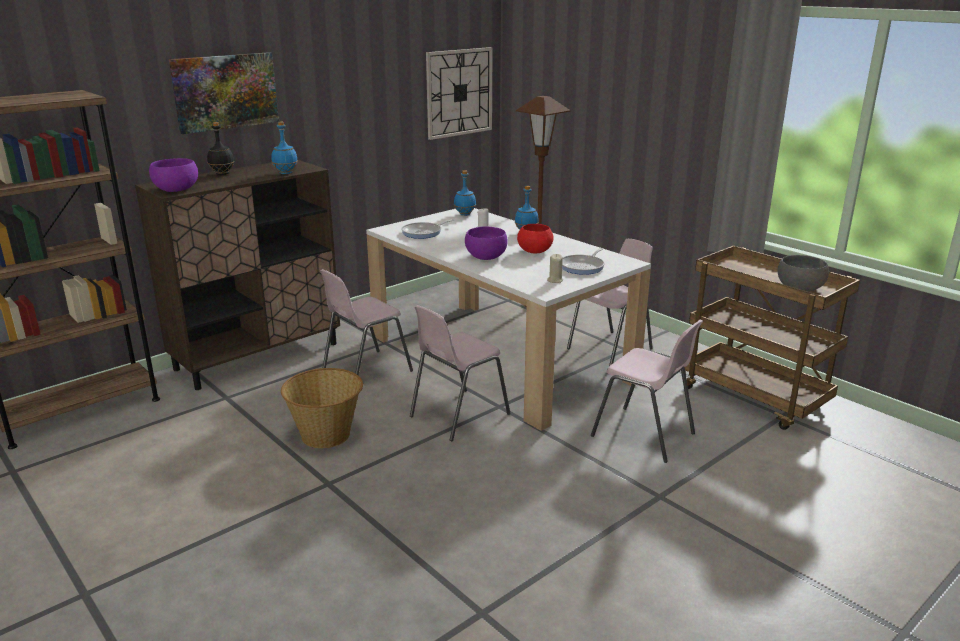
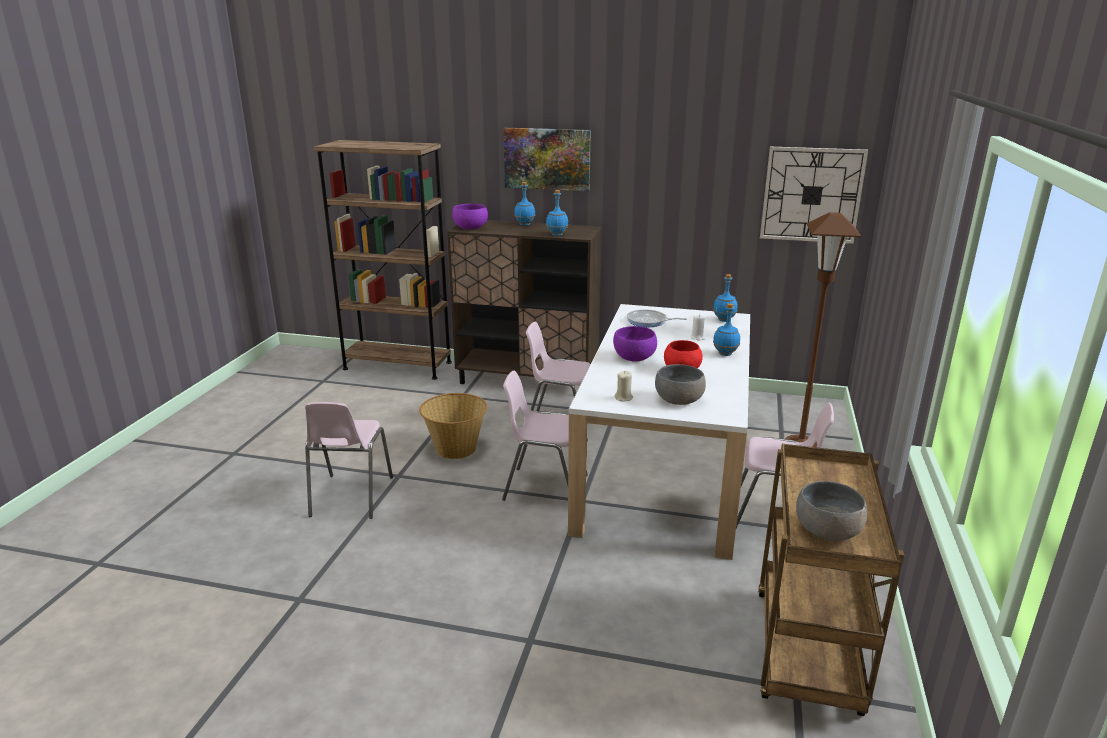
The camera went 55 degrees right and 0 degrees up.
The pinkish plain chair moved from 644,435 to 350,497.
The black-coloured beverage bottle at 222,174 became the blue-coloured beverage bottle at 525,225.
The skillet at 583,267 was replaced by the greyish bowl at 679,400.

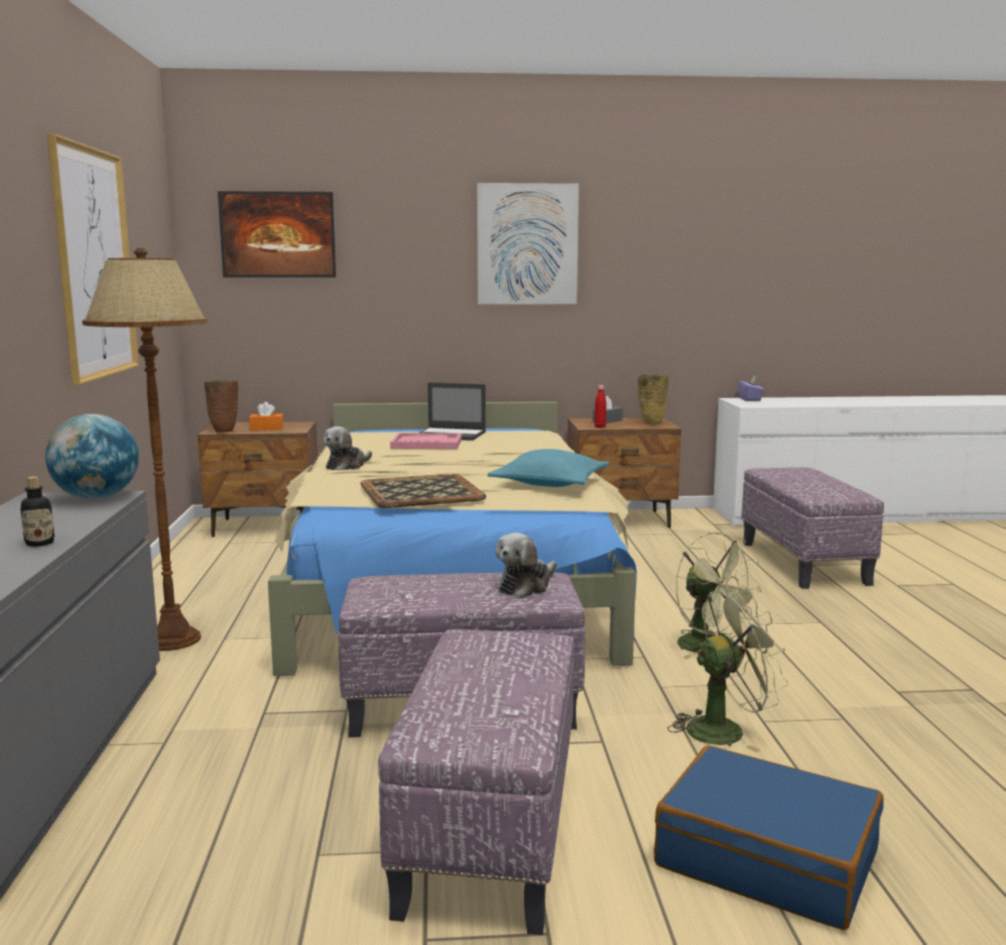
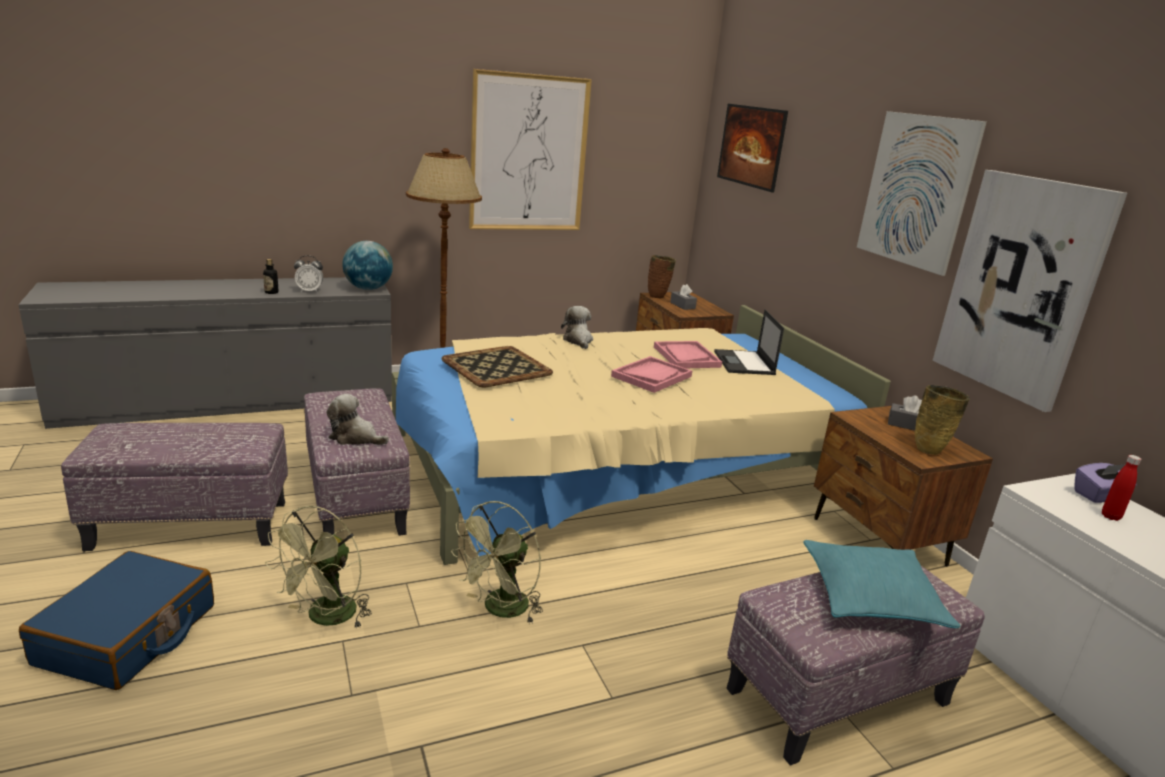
The camera went 70 degrees right and 10 degrees up.
The green-coloured electric fan at 725,729 turned 60 degrees clockwise.
The table clock at 309,291 appeared.
The soft toy at 347,466 turned 60 degrees clockwise.
The pinkish tray at 651,376 appeared.
The orange-coloured tissue box at 266,428 became the greyish tissue box at 682,305.
The turquoise throw pillow moved from 550,484 to 871,597.
The wall picture at 1021,287 appeared.
The red beverage bottle moved from 600,427 to 1110,516.

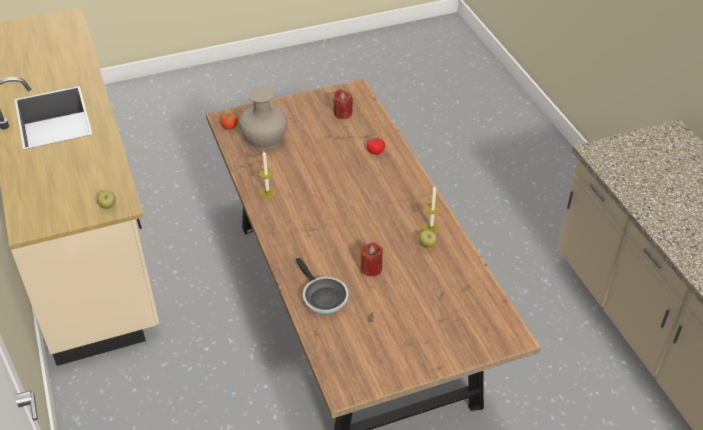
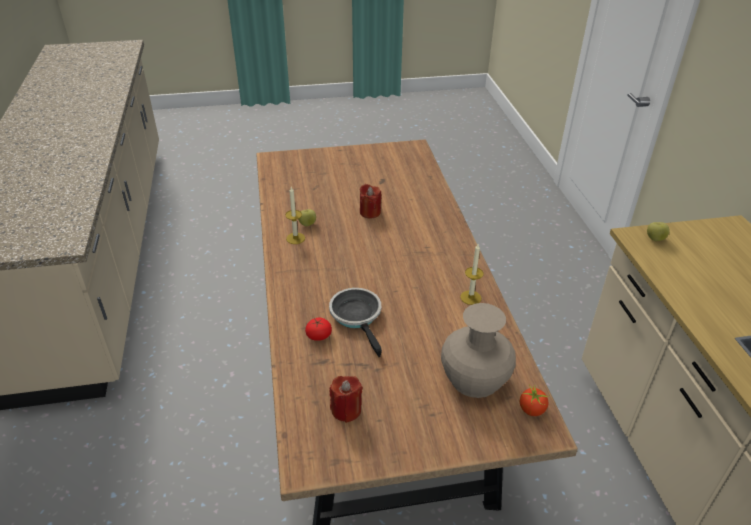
The camera went 170 degrees left and 5 degrees down.
The skillet moved from 322,297 to 357,317.

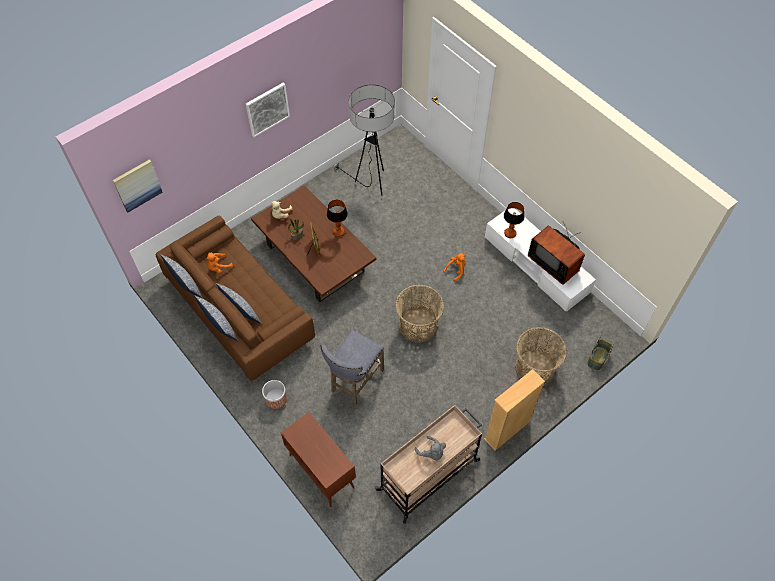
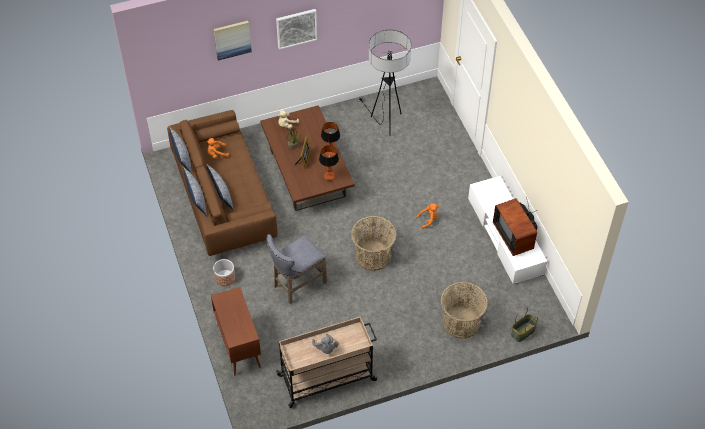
The camera went 20 degrees right and 5 degrees down.
The wall picture moved from 137,185 to 232,39.
The tabletop lamp moved from 510,233 to 329,177.
The sand-coloured bookshelf at 507,430 disappeared.

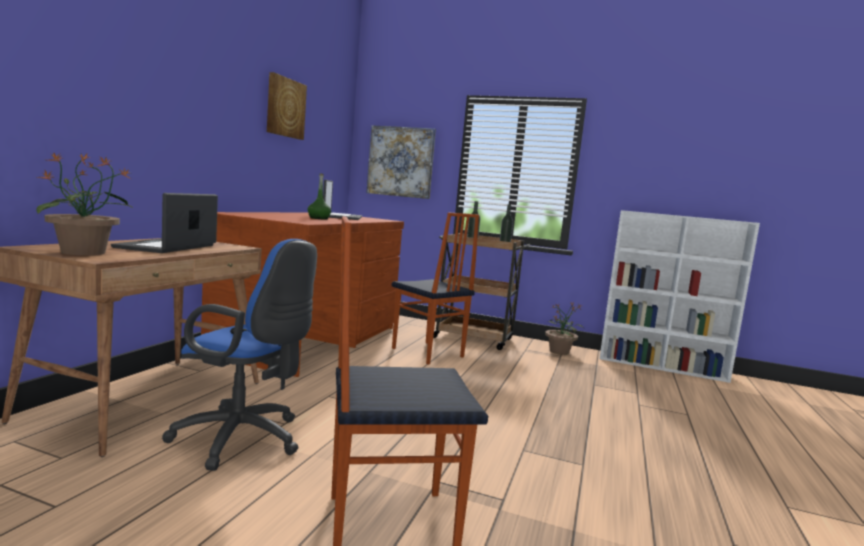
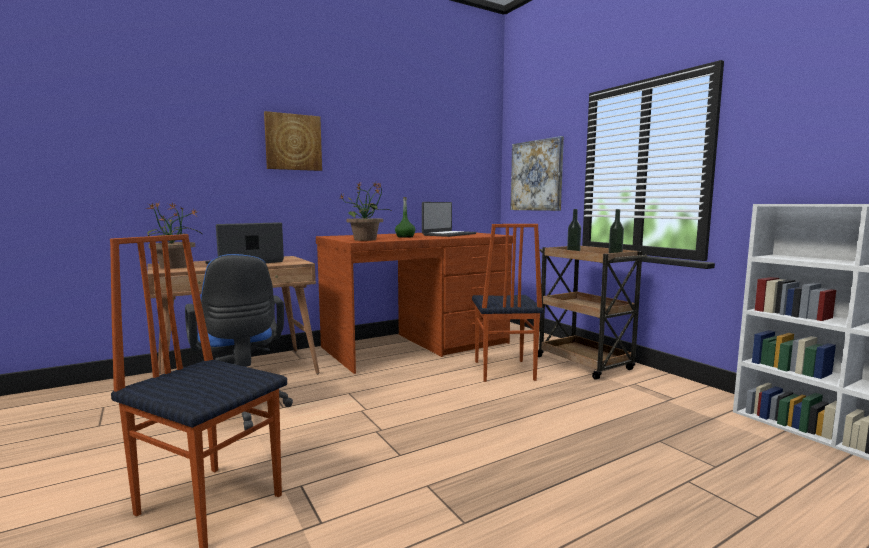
The camera went 40 degrees right and 0 degrees up.
The wall picture moved from 285,107 to 293,142.
The houseplant moved from 559,351 to 366,239.

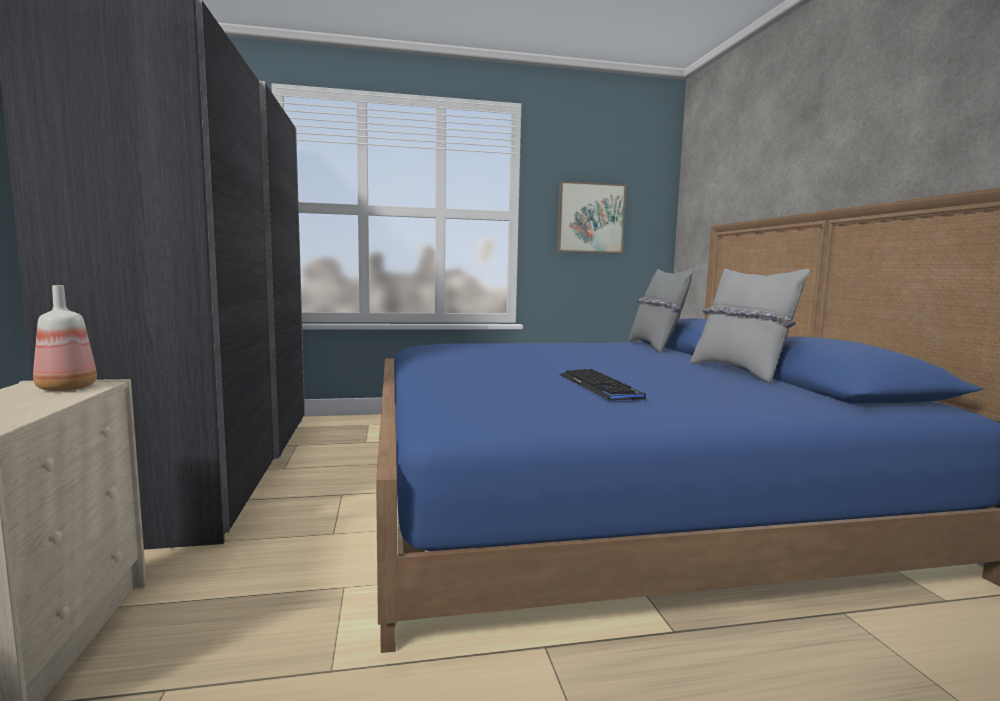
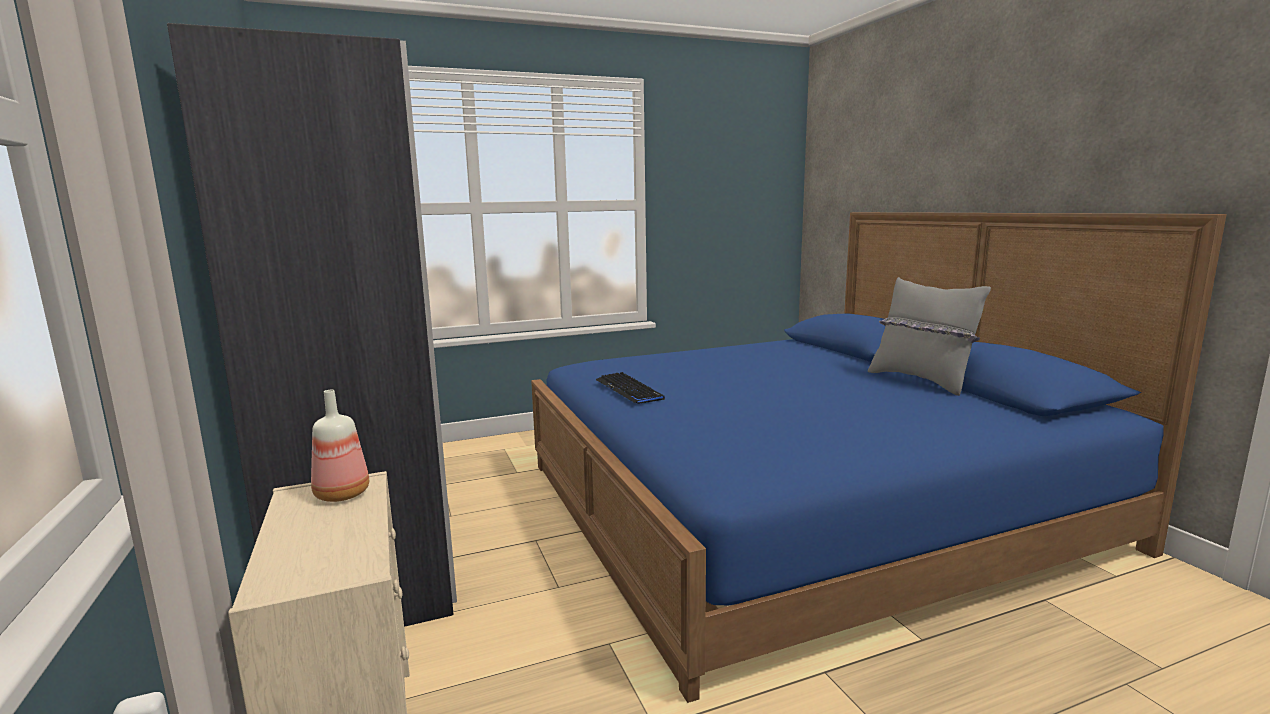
The camera went 10 degrees left and 5 degrees up.
The computer keyboard moved from 599,386 to 629,389.
The wall picture at 590,218 disappeared.
The greyish throw pillow at 656,346 disappeared.

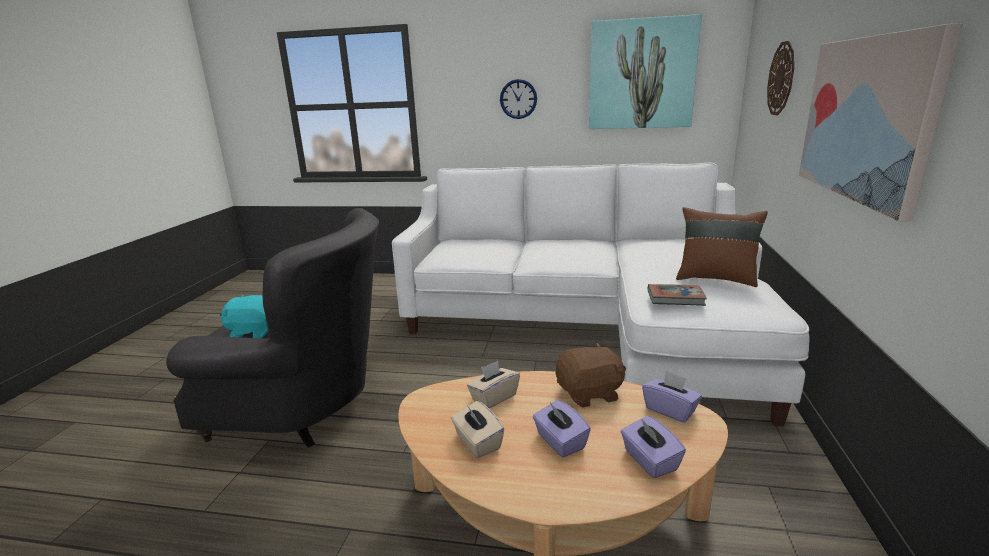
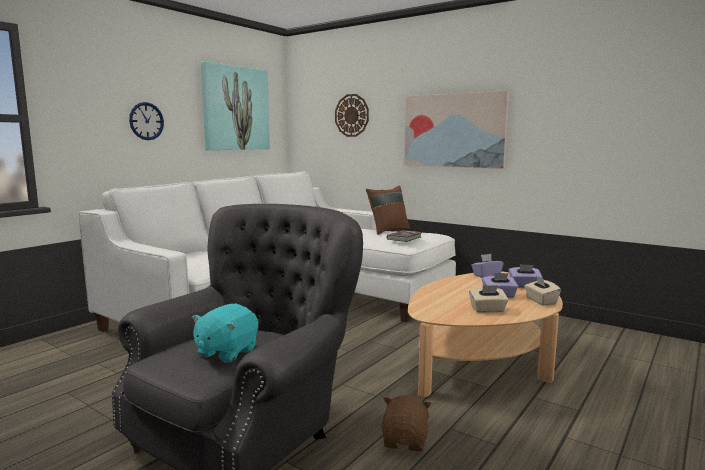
The camera went 65 degrees left and 10 degrees down.
The brown soft toy moved from 589,394 to 405,441.
The sand-coloured tissue box moved from 493,397 to 540,301.

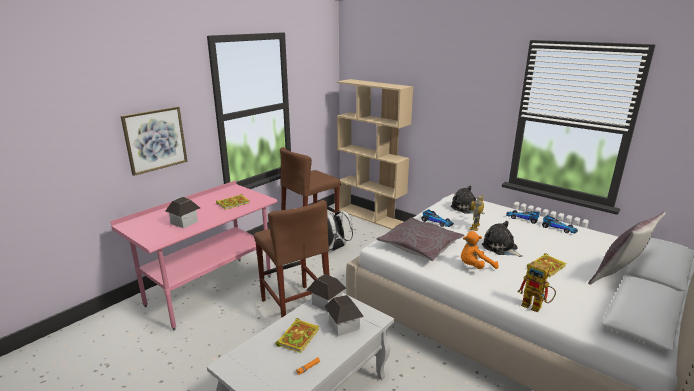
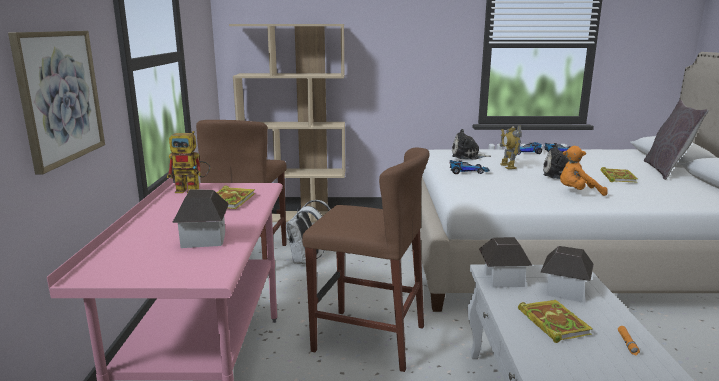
The camera went 40 degrees left and 5 degrees down.
The toy robot moved from 536,307 to 193,190.
The orange-coloured soft toy at 474,266 turned 60 degrees clockwise.
The greyish throw pillow at 420,246 disappeared.

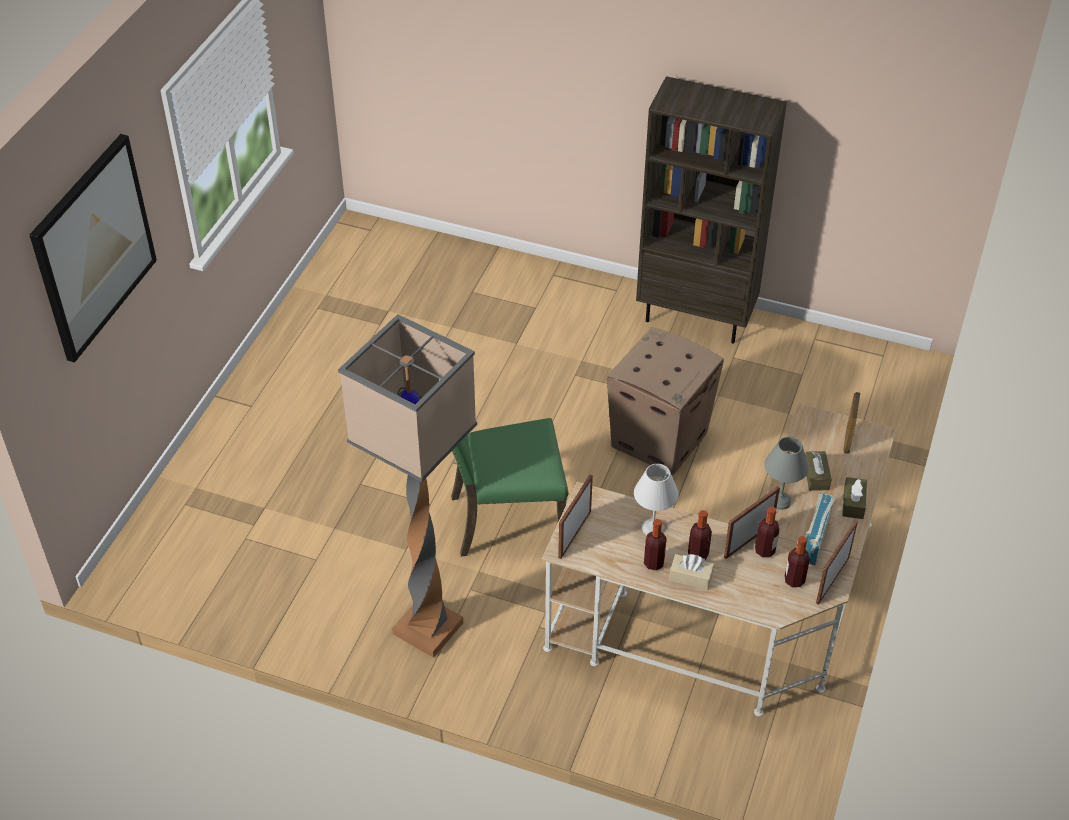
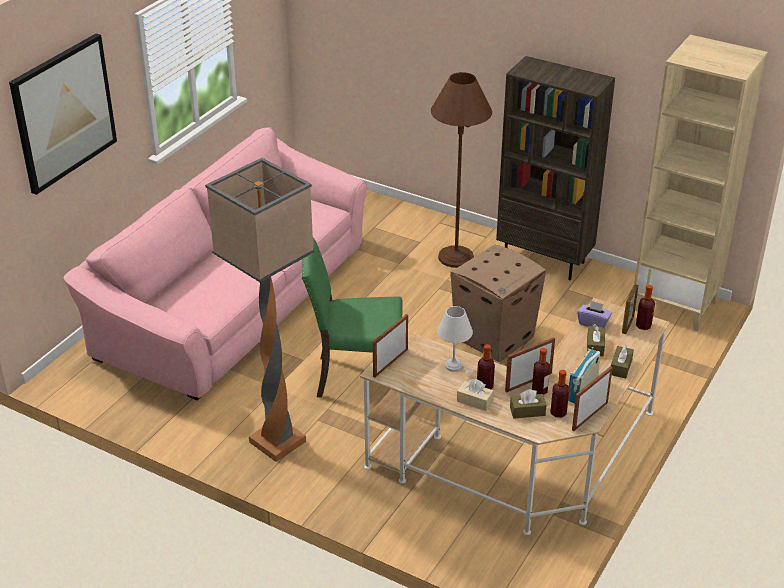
The camera went 10 degrees right and 10 degrees down.
The pinkish sofa at 234,302 appeared.
The brown floor lamp at 455,257 appeared.
The brown tissue box at 527,411 appeared.
The purple-coloured tissue box at 593,323 appeared.
The sand-coloured bookshelf at 675,306 appeared.
The beverage bottle moved from 653,563 to 643,326.
The greyish tabletop lamp at 780,502 disappeared.

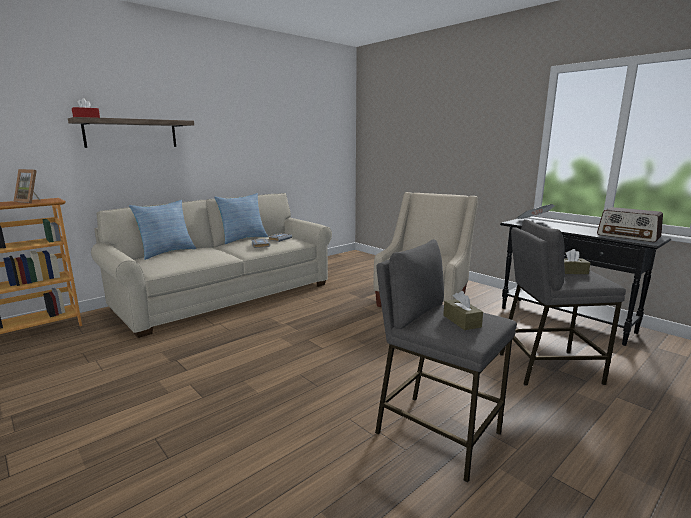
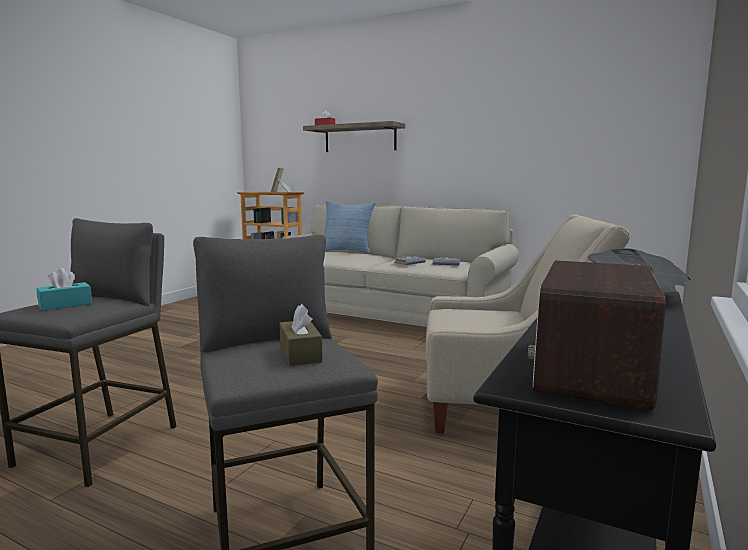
The camera went 70 degrees right and 5 degrees down.
The brown tissue box at 461,321 became the turquoise tissue box at 65,305.
The throw pillow at 243,239 disappeared.

